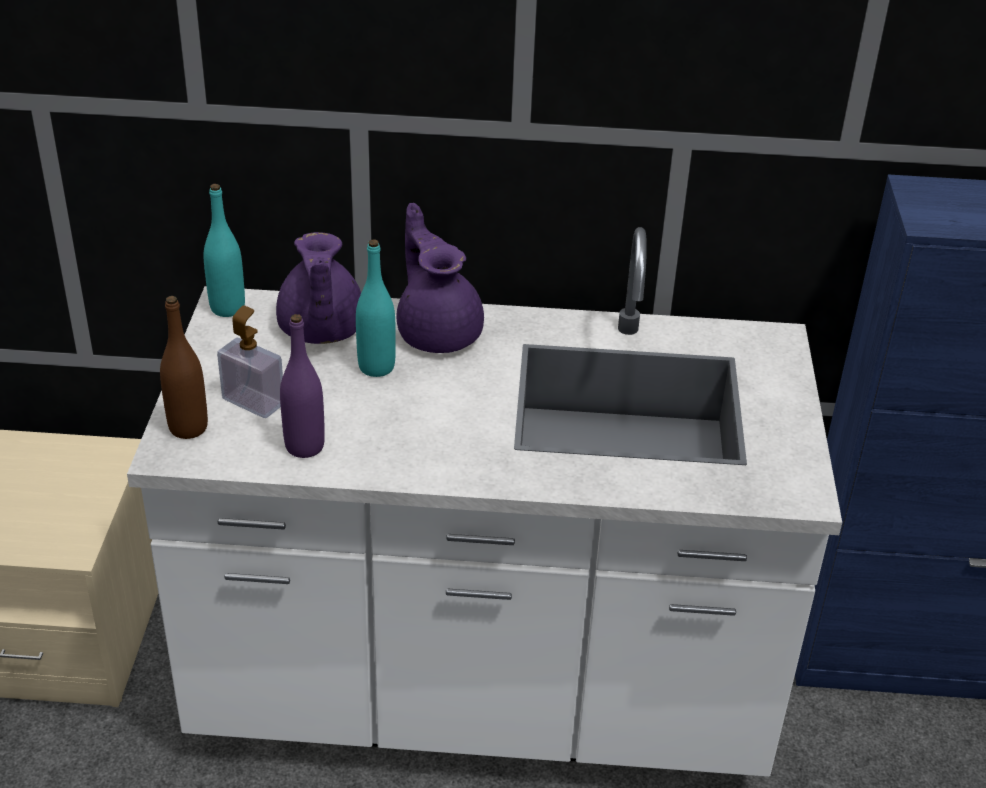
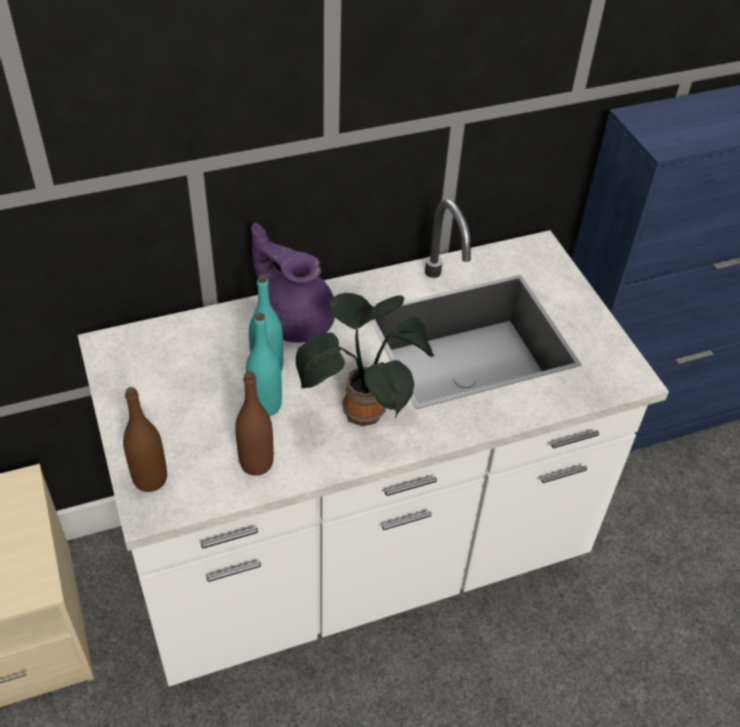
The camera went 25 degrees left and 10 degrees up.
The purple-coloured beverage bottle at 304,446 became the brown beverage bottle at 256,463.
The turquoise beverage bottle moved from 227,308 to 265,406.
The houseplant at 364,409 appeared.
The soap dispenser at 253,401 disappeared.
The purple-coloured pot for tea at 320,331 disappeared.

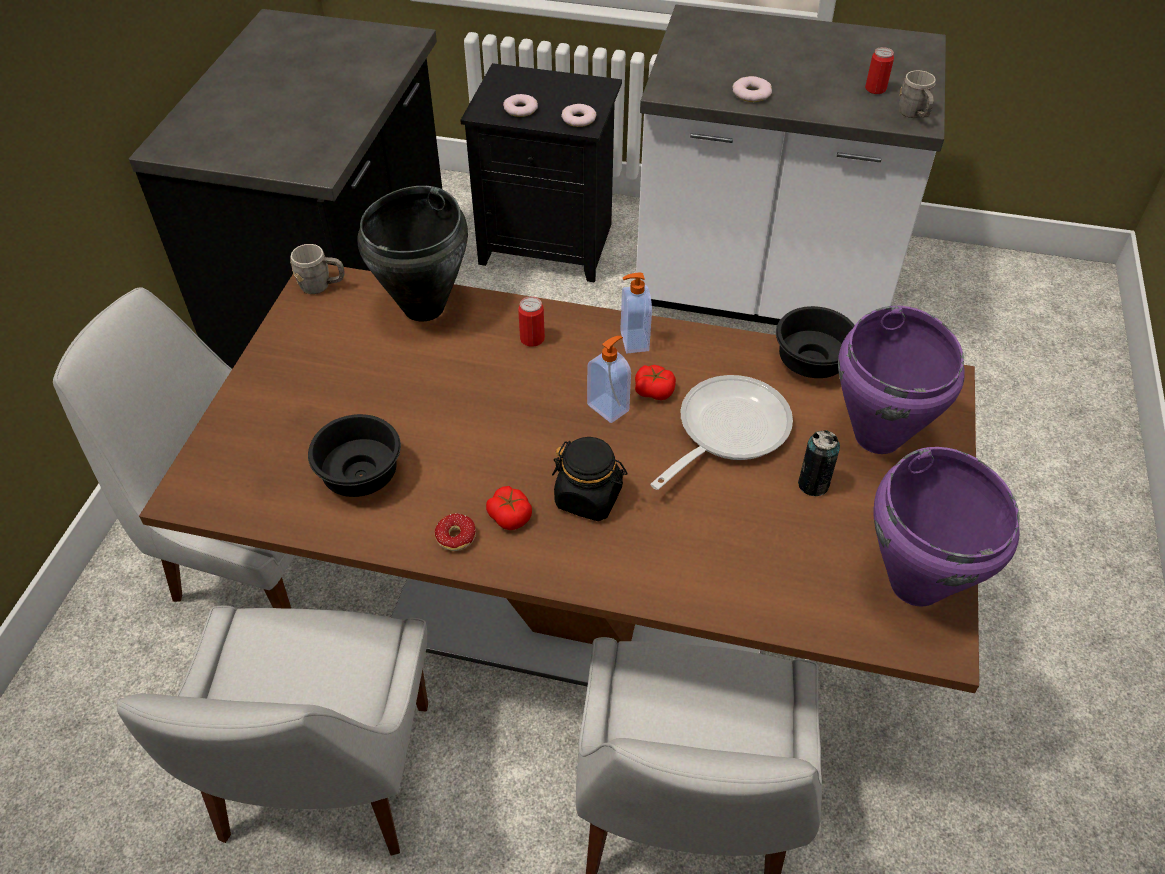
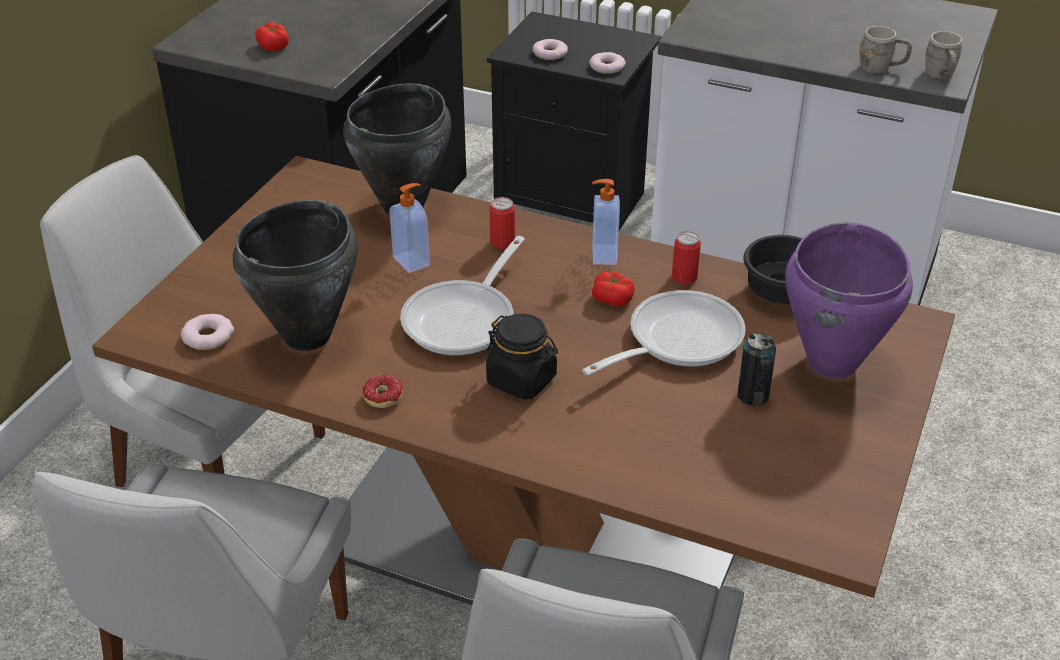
The camera went 10 degrees right and 10 degrees down.
The donut moved from 751,93 to 208,336.
The black-coloured bowl at 363,474 was replaced by the black-coloured saucepot at 308,336.
The whole tomato moved from 510,515 to 273,46.
The soap dispenser moved from 609,407 to 412,261.
The skillet at 465,319 appeared.
The sealed can moved from 875,89 to 684,277.
The greyish coffee mug moved from 322,286 to 881,68.
The purple-coloured saucepot at 916,583 disappeared.

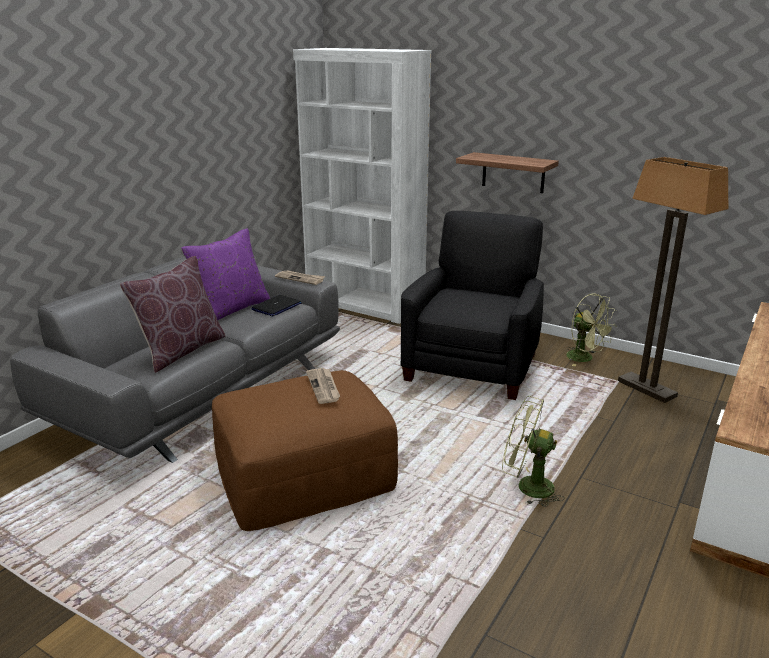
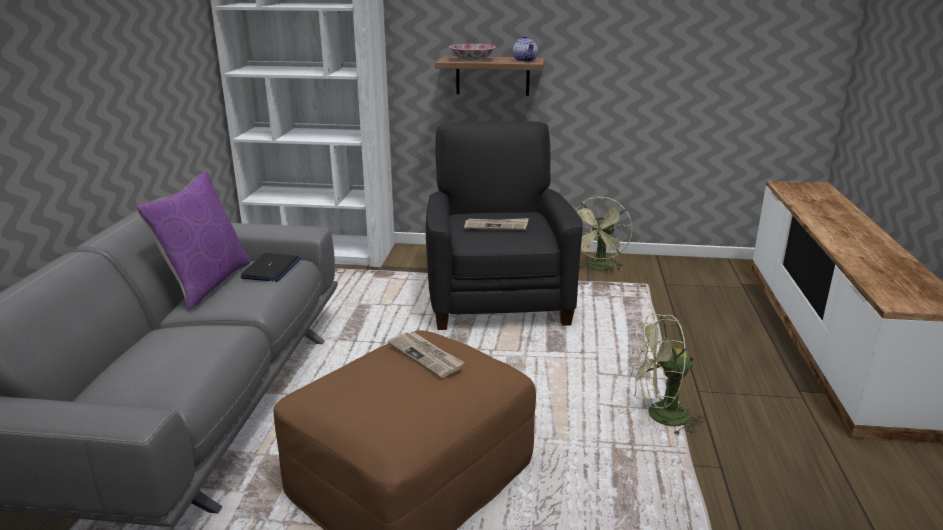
The camera went 25 degrees left and 0 degrees up.
The bowl at 472,59 appeared.
The newspaper moved from 300,278 to 496,226.
The pot for tea at 525,60 appeared.
The green-coloured electric fan at 585,359 turned 90 degrees clockwise.
The brown throw pillow at 181,351 disappeared.
The floor lamp at 647,389 disappeared.

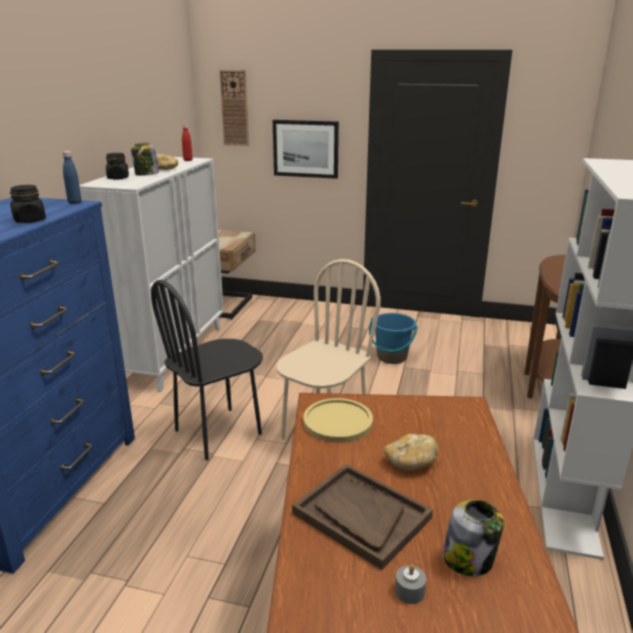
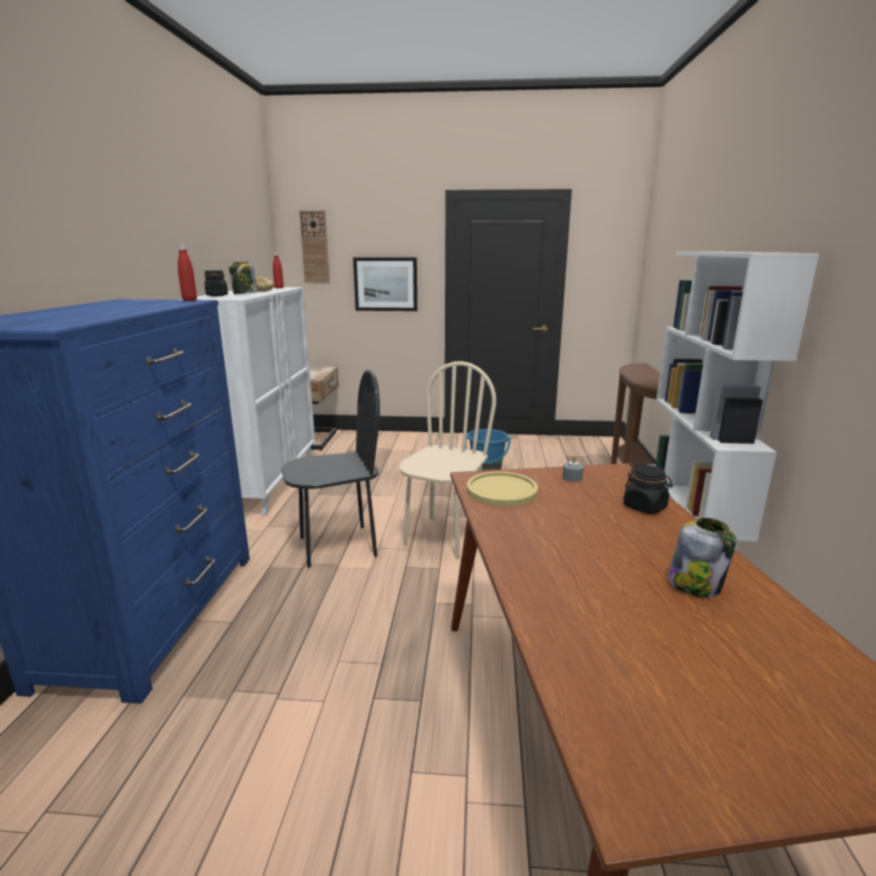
The camera went 10 degrees left and 5 degrees down.
The blue-coloured beverage bottle at 75,203 became the red beverage bottle at 189,300.
The black-coloured plain chair at 218,432 turned 150 degrees counterclockwise.
The greyish wax candle moved from 409,591 to 572,478.
The black-coloured storage jar moved from 30,220 to 645,507.
The brown tray at 361,515 disappeared.
The baked bread at 410,463 disappeared.

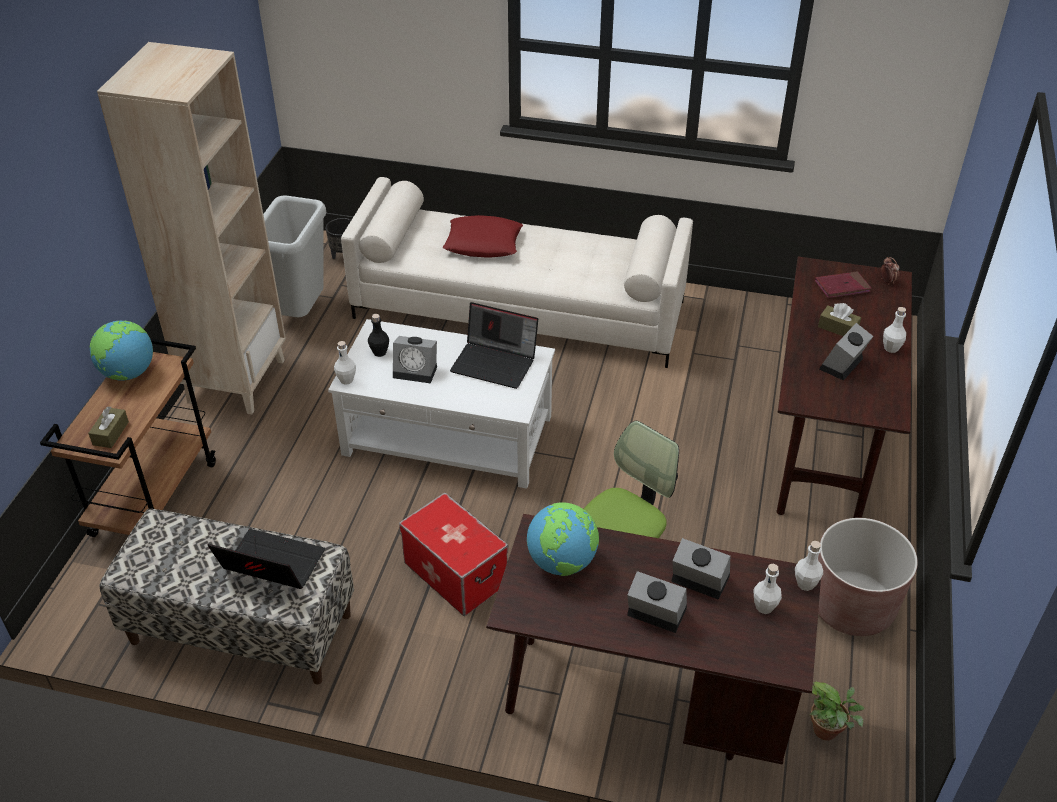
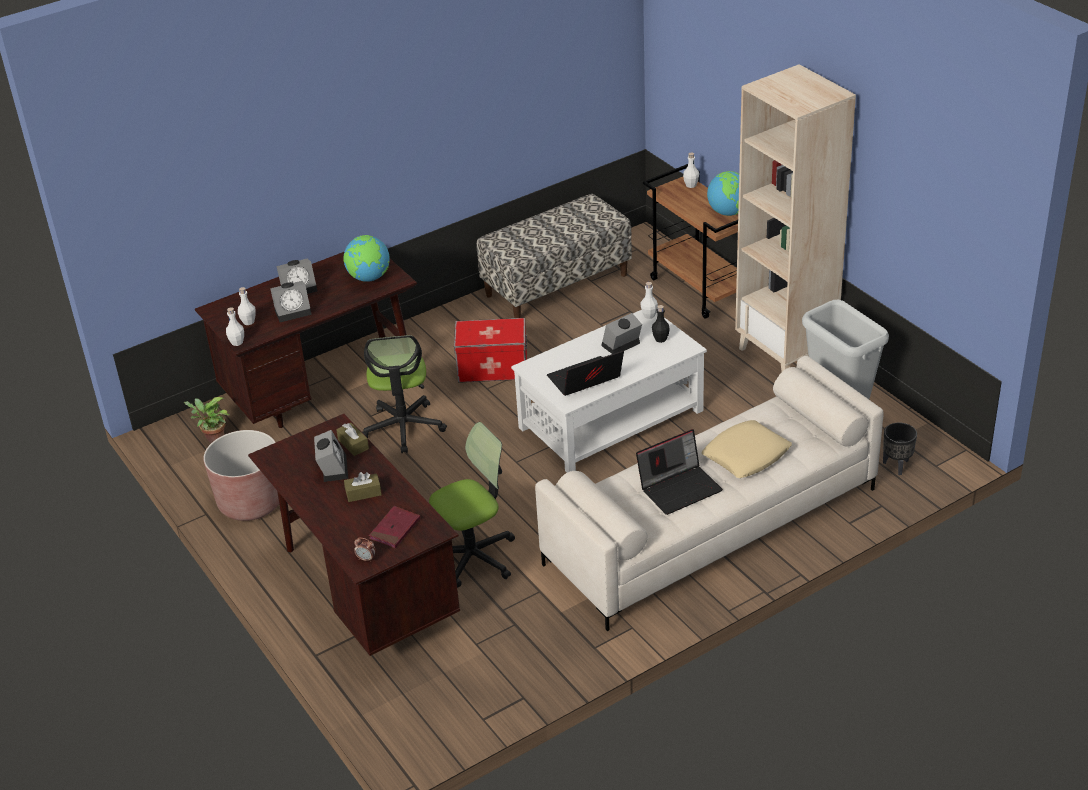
The camera went 135 degrees right and 5 degrees down.
The brown tissue box moved from 110,433 to 353,444.
The computer chair at 473,556 appeared.
The laptop moved from 270,566 to 680,487.
The white beverage bottle moved from 891,348 to 691,185.
The red throw pillow at 483,243 became the sand-coloured throw pillow at 746,455.

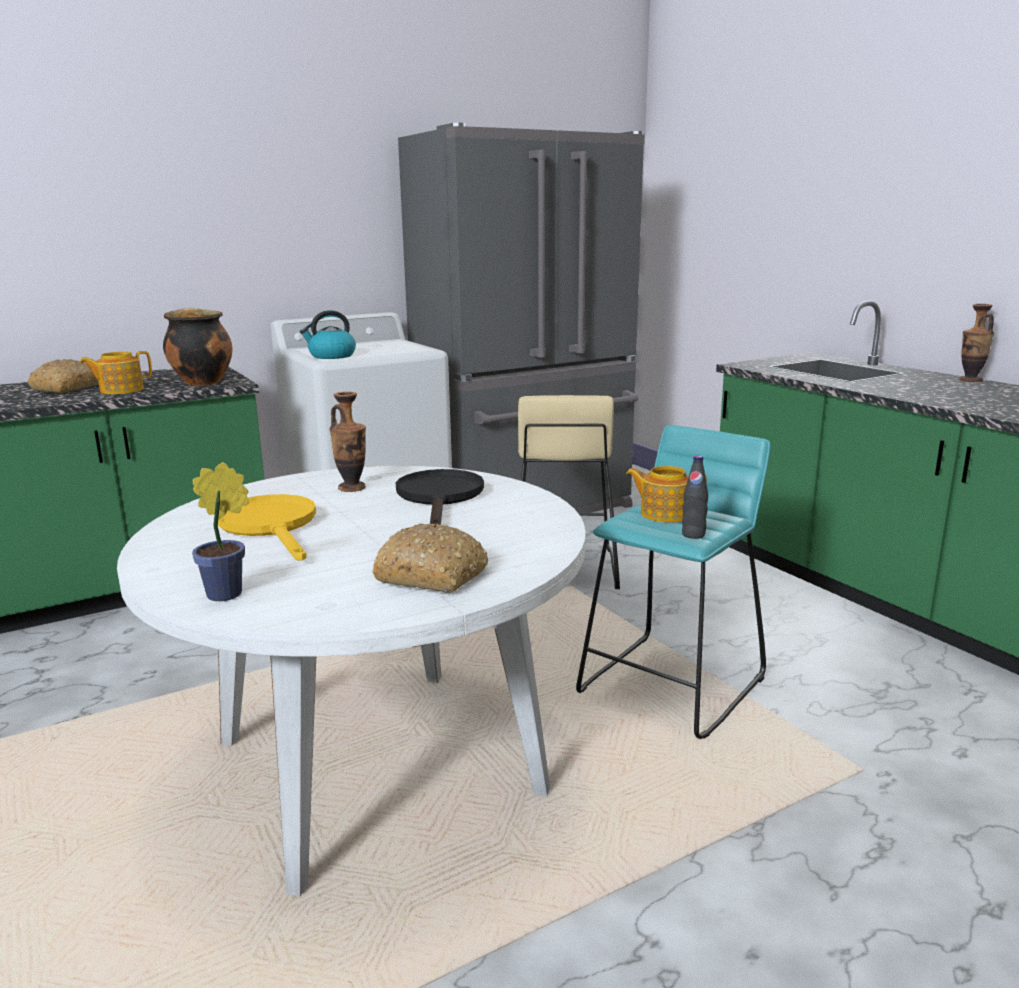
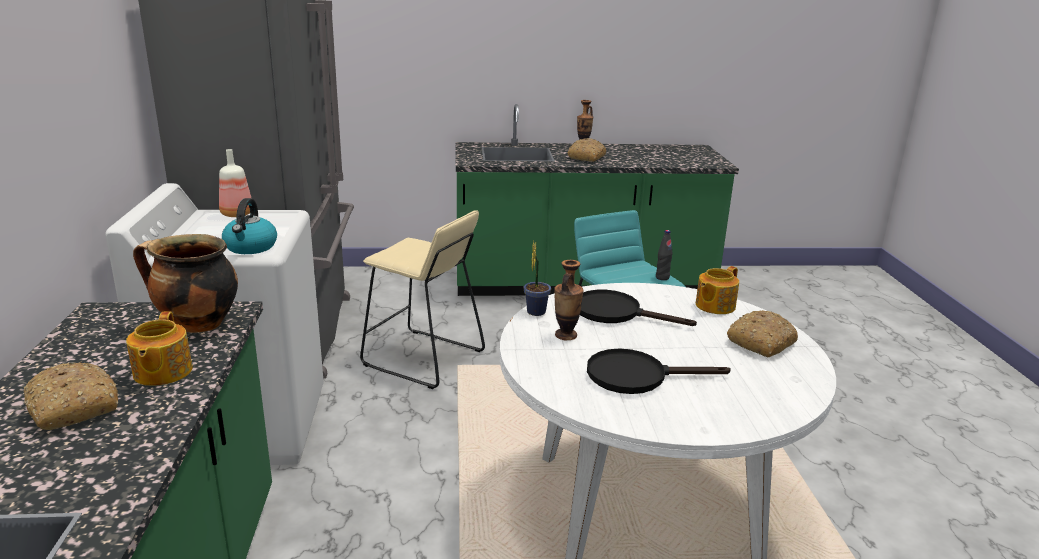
The camera went 65 degrees left and 5 degrees up.
The beverage bottle at 236,214 appeared.
The houseplant moved from 229,593 to 536,311.
The baked bread at 586,157 appeared.
The yellowish skillet at 272,526 became the black-coloured skillet at 637,376.
The pot for tea moved from 664,513 to 714,306.

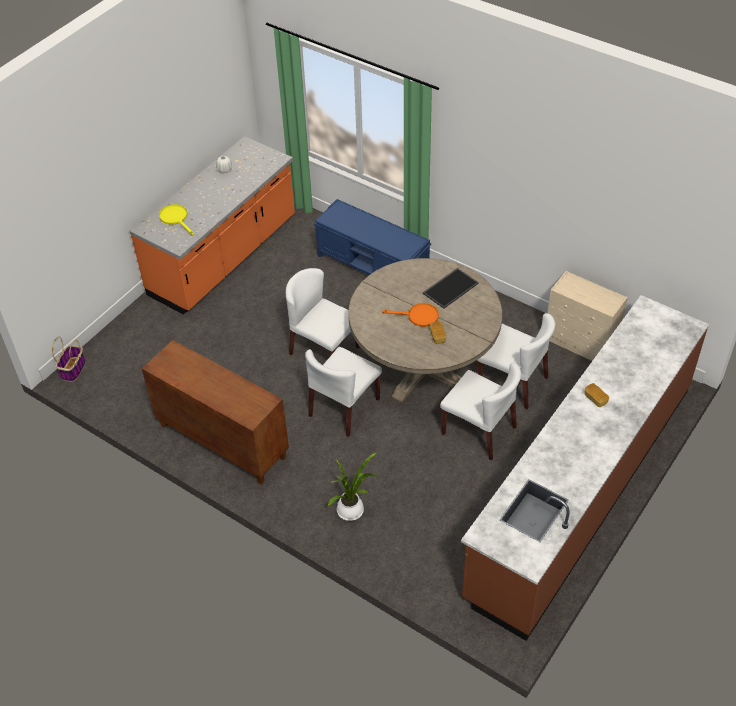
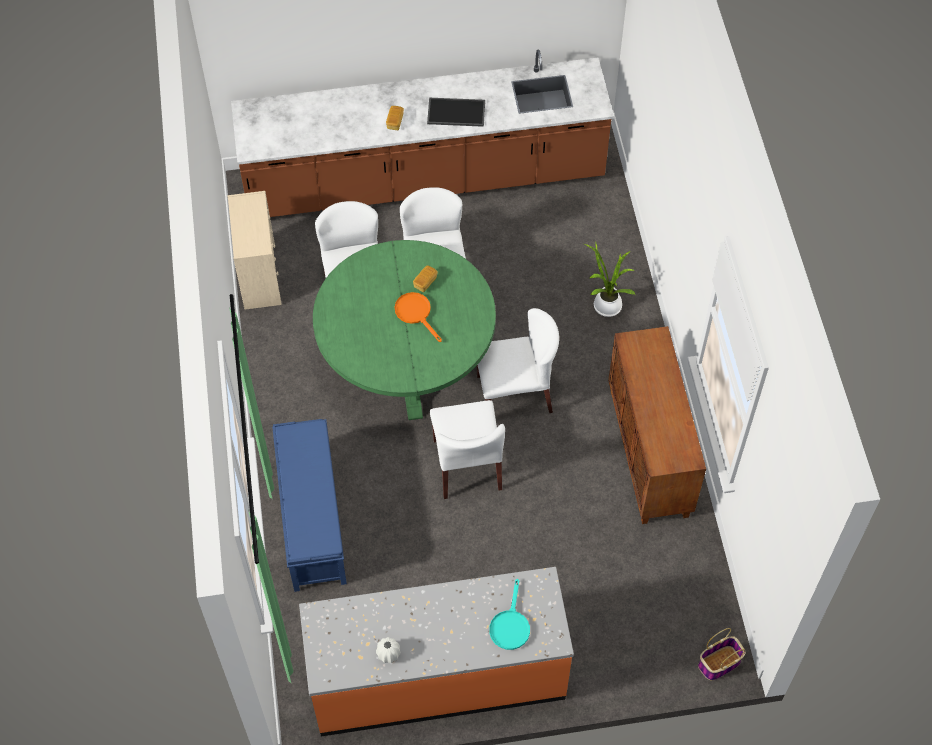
The camera went 135 degrees left and 10 degrees up.
The sand-coloured dinner table at 423,368 became the green-coloured dinner table at 407,369.
The tray moved from 450,288 to 455,113.
The yellowish skillet at 176,218 became the turquoise skillet at 510,625.

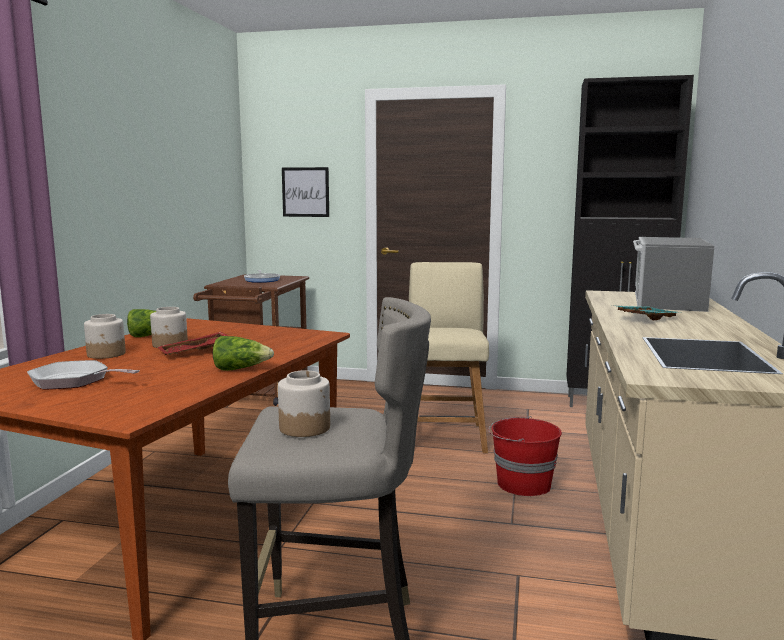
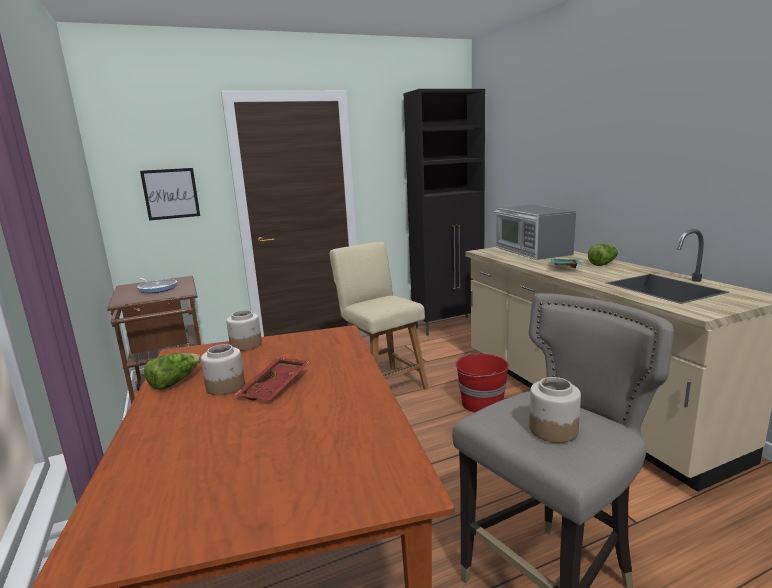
The camera went 35 degrees left and 5 degrees up.
The storage jar moved from 106,354 to 246,345.
The lettuce head moved from 240,369 to 603,264.
The skillet at 74,381 disappeared.

